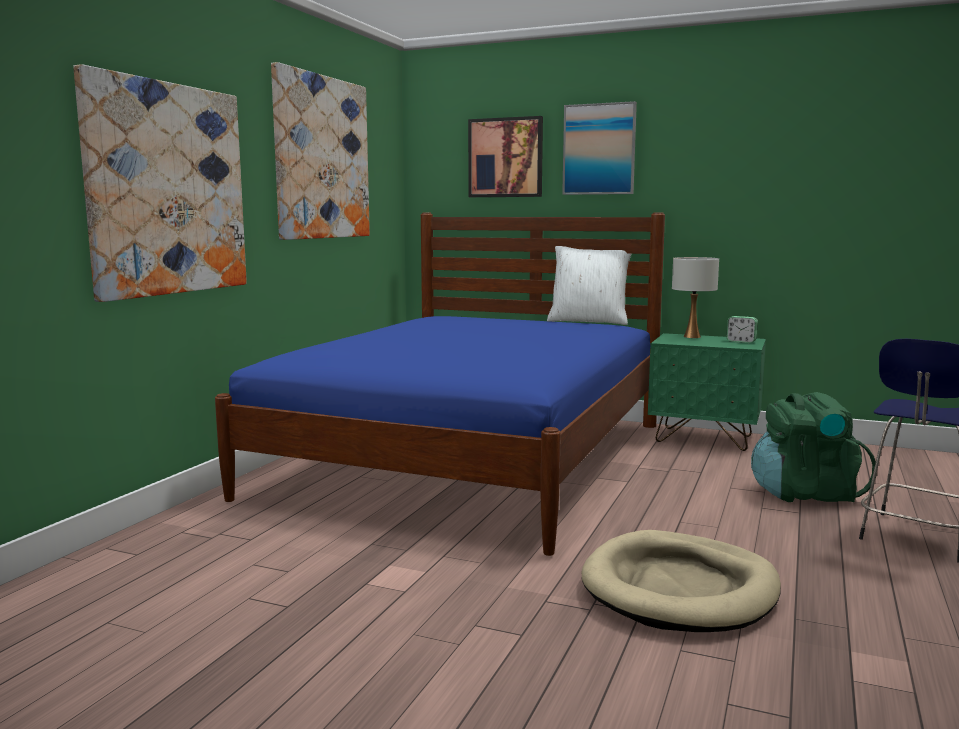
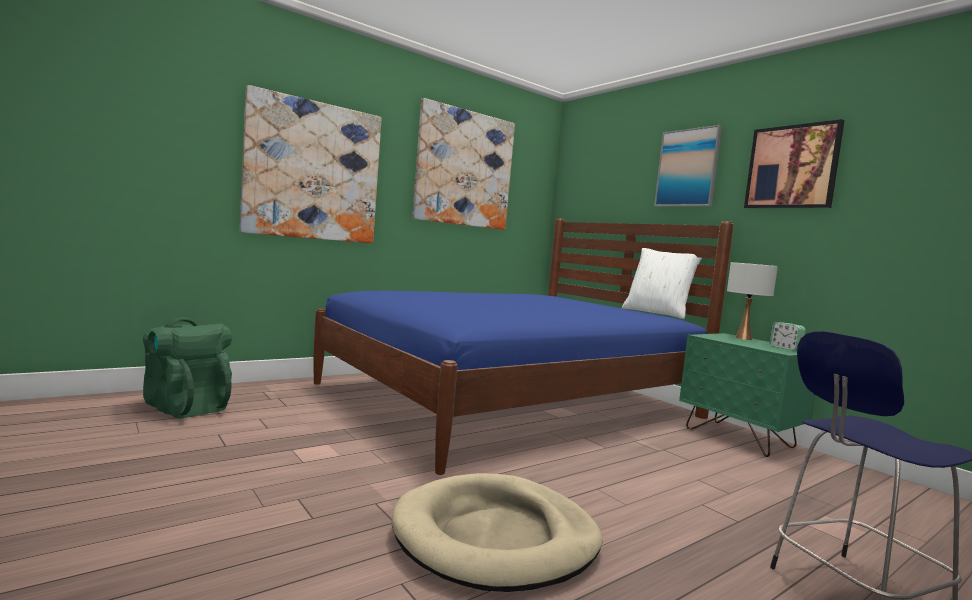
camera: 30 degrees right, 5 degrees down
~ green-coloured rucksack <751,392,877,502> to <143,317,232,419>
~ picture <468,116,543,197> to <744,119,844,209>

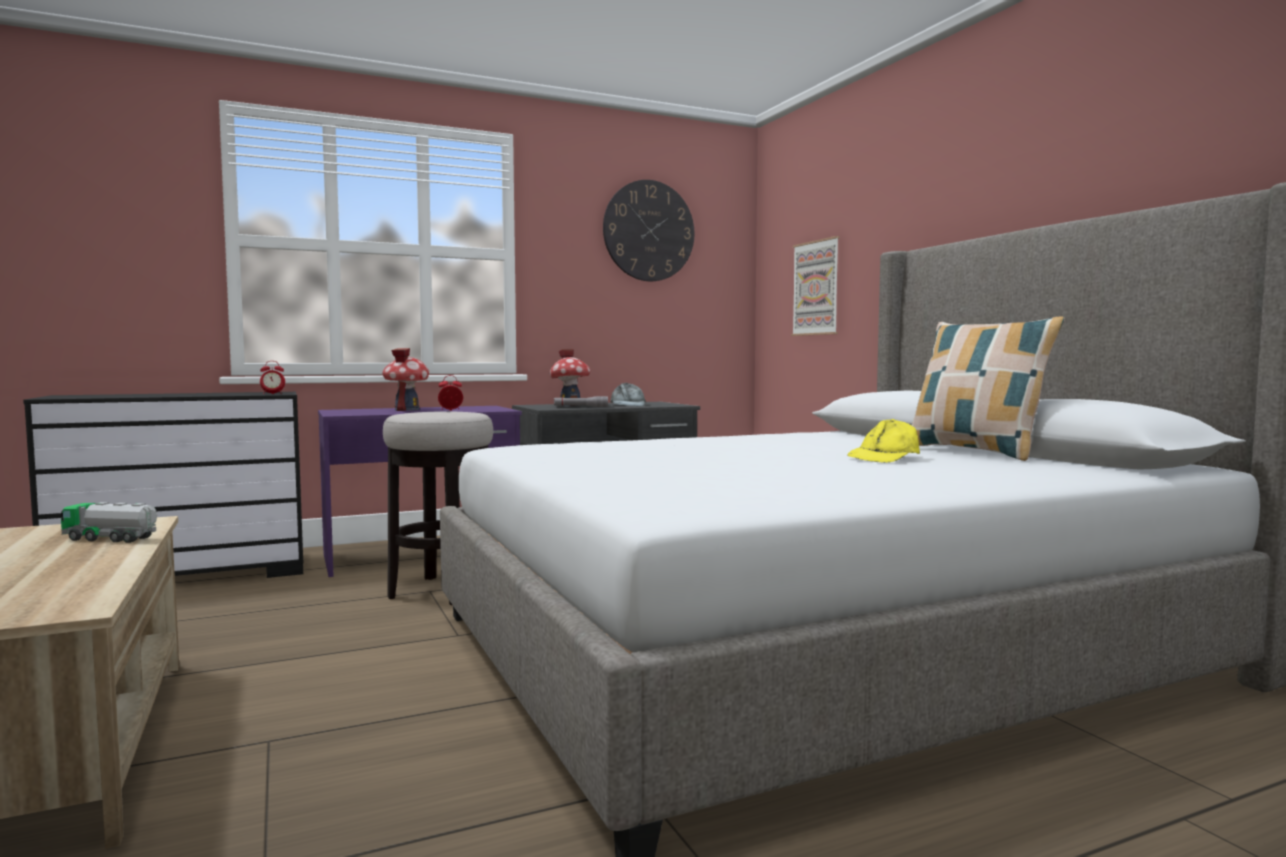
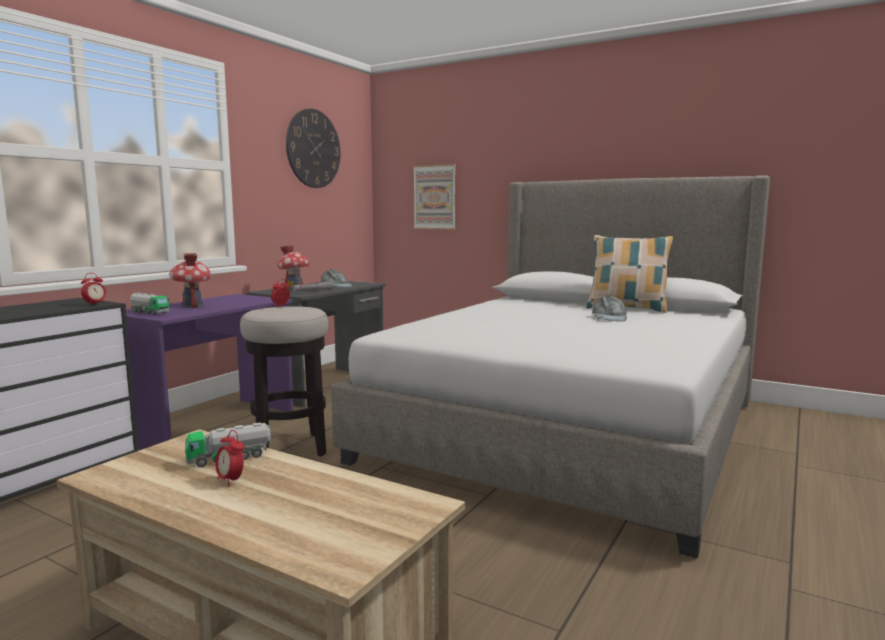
camera: 35 degrees left, 5 degrees up
+ model truck <130,292,169,315>
+ alarm clock <215,430,244,487>
~ yellow-coloured peaked cap <847,419,920,463> to greyish peaked cap <592,295,627,322>

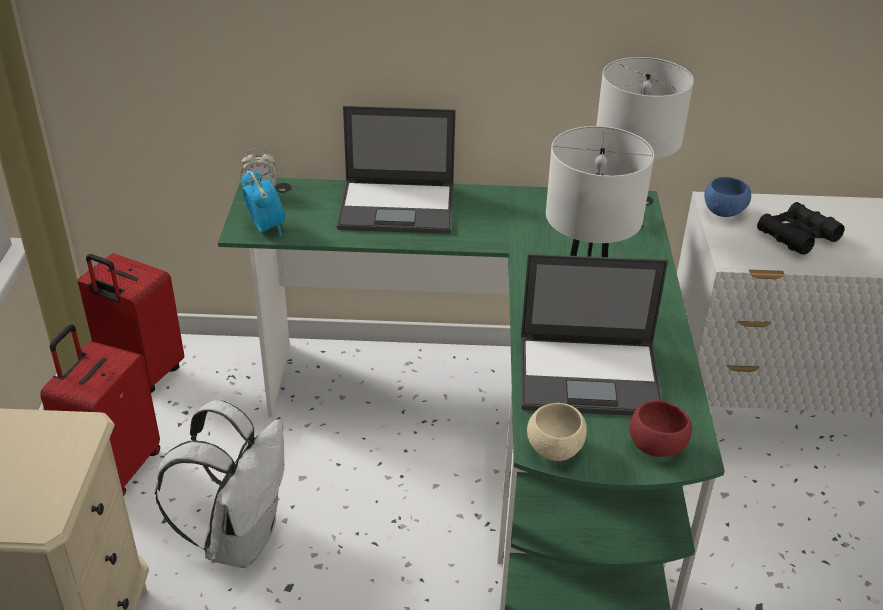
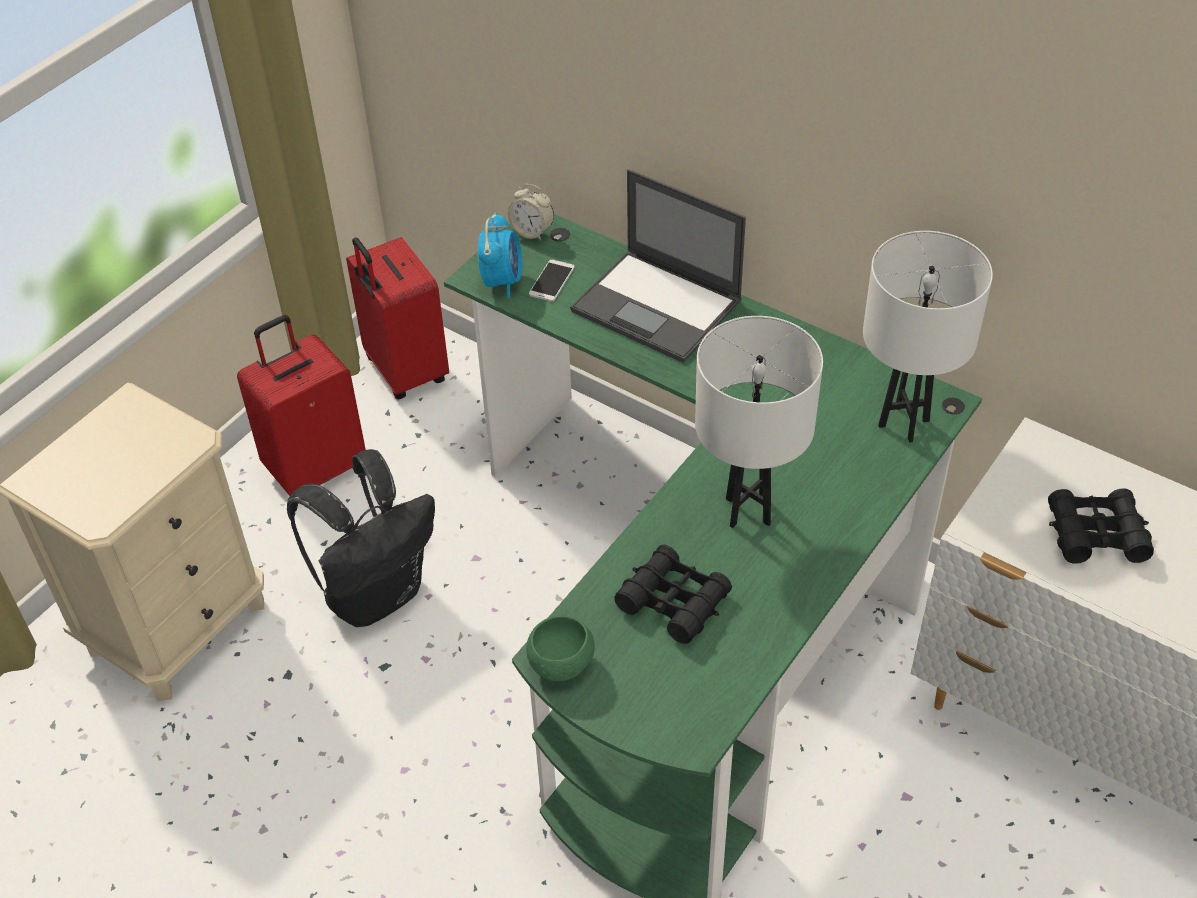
camera: 35 degrees right, 10 degrees up
~ whitish rucksack <155,400,285,568> to black-coloured rucksack <287,449,435,627>
~ sand-coloured bowl <527,403,587,461> to green-coloured bowl <526,615,595,681>
+ handset <529,259,575,302>
~ portable computer <521,254,668,416> to black-coloured field glasses <614,545,732,644>
- reddish bowl <629,400,692,457>
- blue bowl <704,177,751,217>

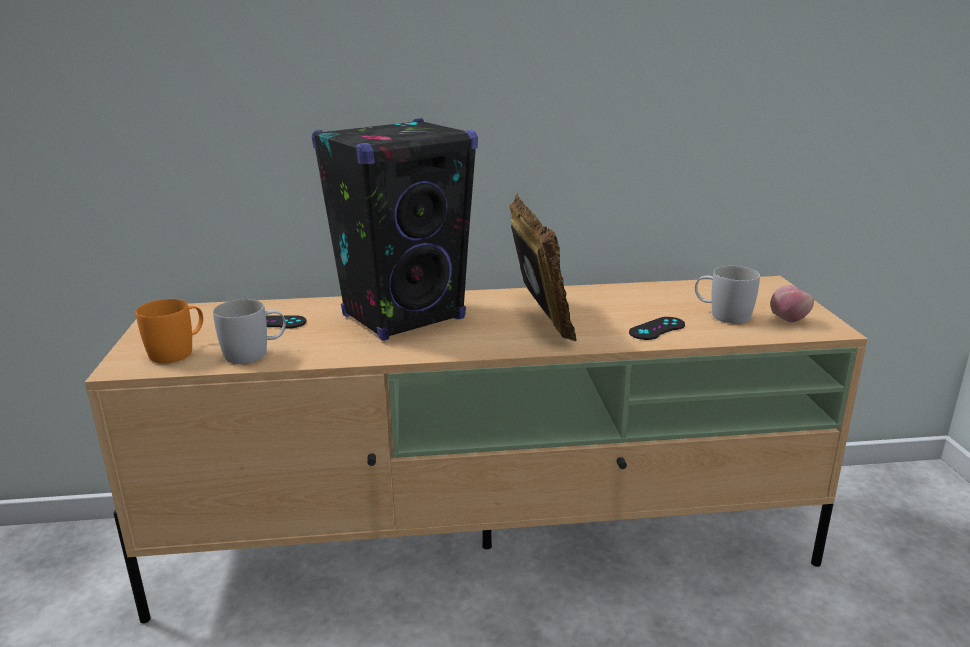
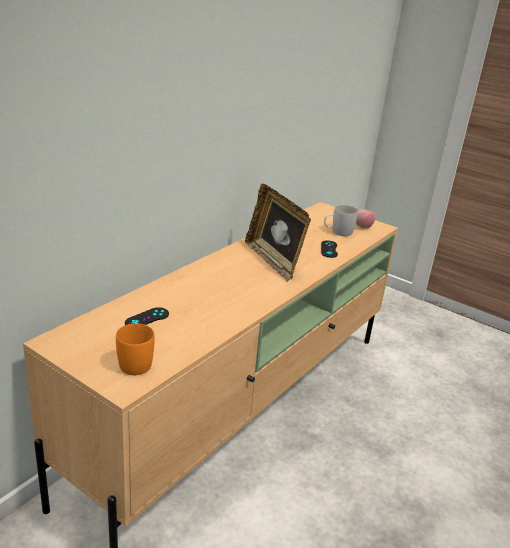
camera: 50 degrees left, 5 degrees up
~ photo frame <509,194,576,341> = <245,184,311,282> 150 degrees counterclockwise
- whitish mug <213,299,286,364>
- black-coloured speaker <312,118,478,341>

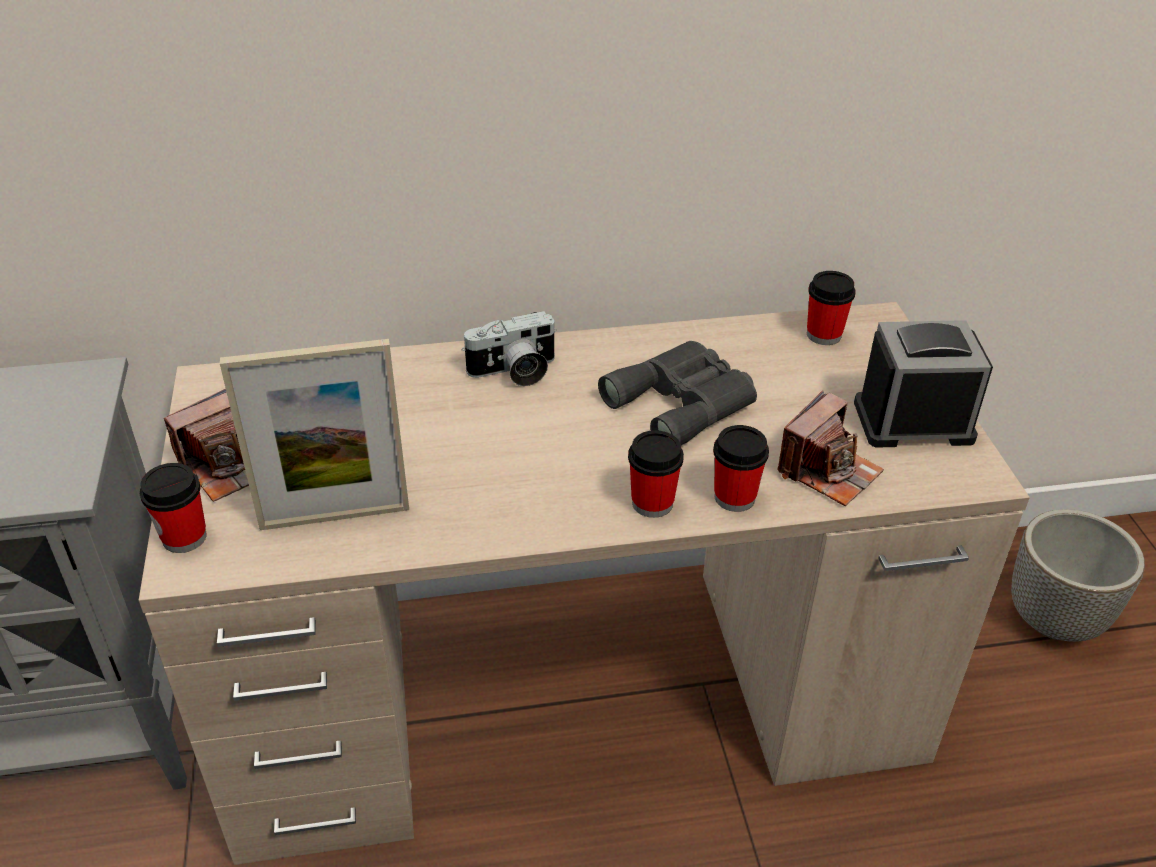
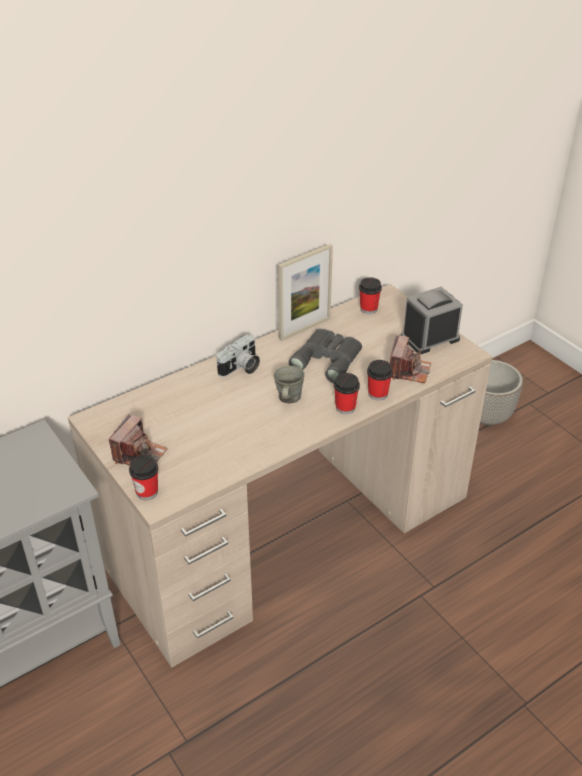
camera: 25 degrees left, 0 degrees up
+ greyish mug <274,366,305,404>
~ photo frame <220,339,409,530> to <278,244,333,341>

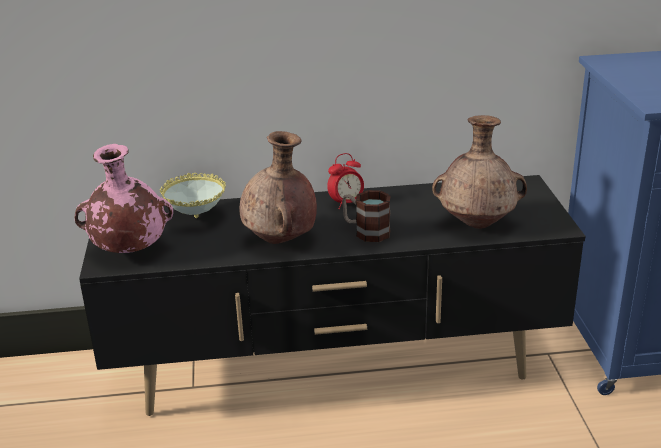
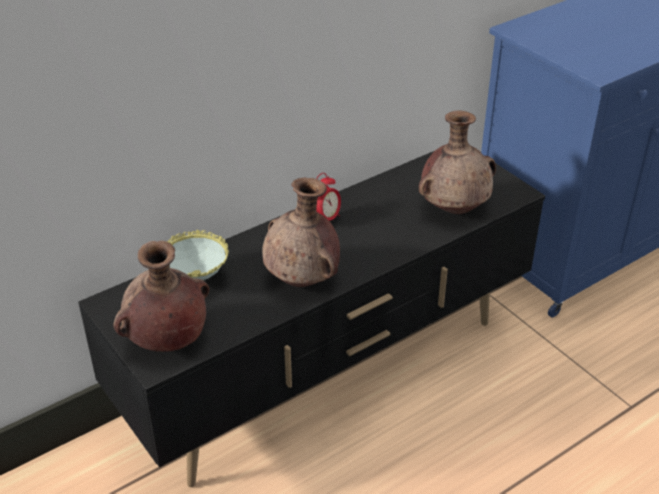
camera: 30 degrees left, 10 degrees up
~ pink-coloured decorative vase <74,144,173,253> to brown-coloured decorative vase <113,241,209,352>
- mug <342,190,391,242>

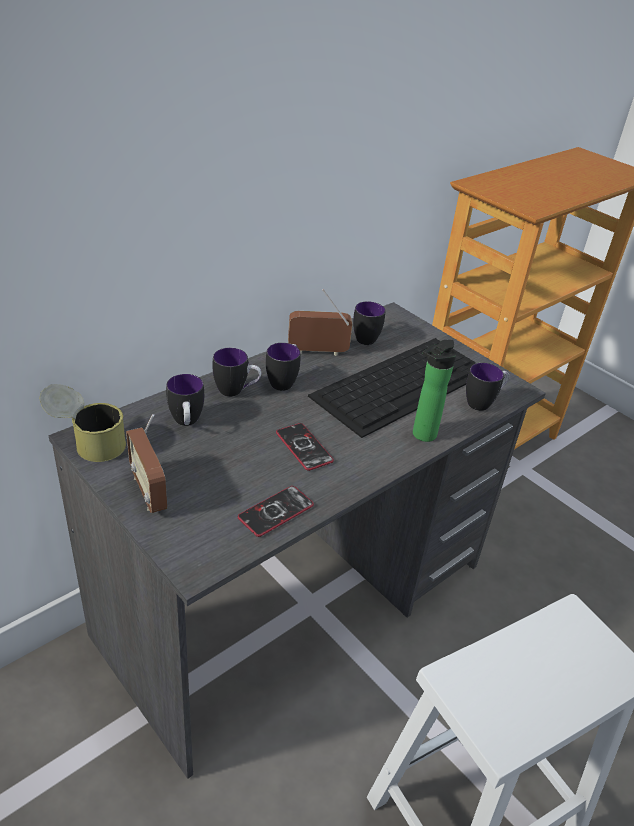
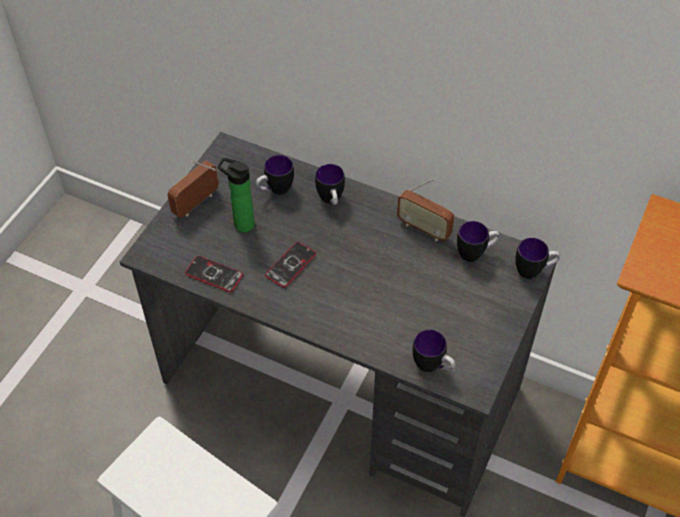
camera: 70 degrees right, 15 degrees up
~ bottle <413,340,456,442> to <218,157,255,232>
~ radio set <288,289,353,356> = <397,178,455,241> 150 degrees clockwise
~ mug <266,343,301,391> to <515,238,560,279>
- metal can <39,384,126,462>
- keyboard <308,338,476,438>

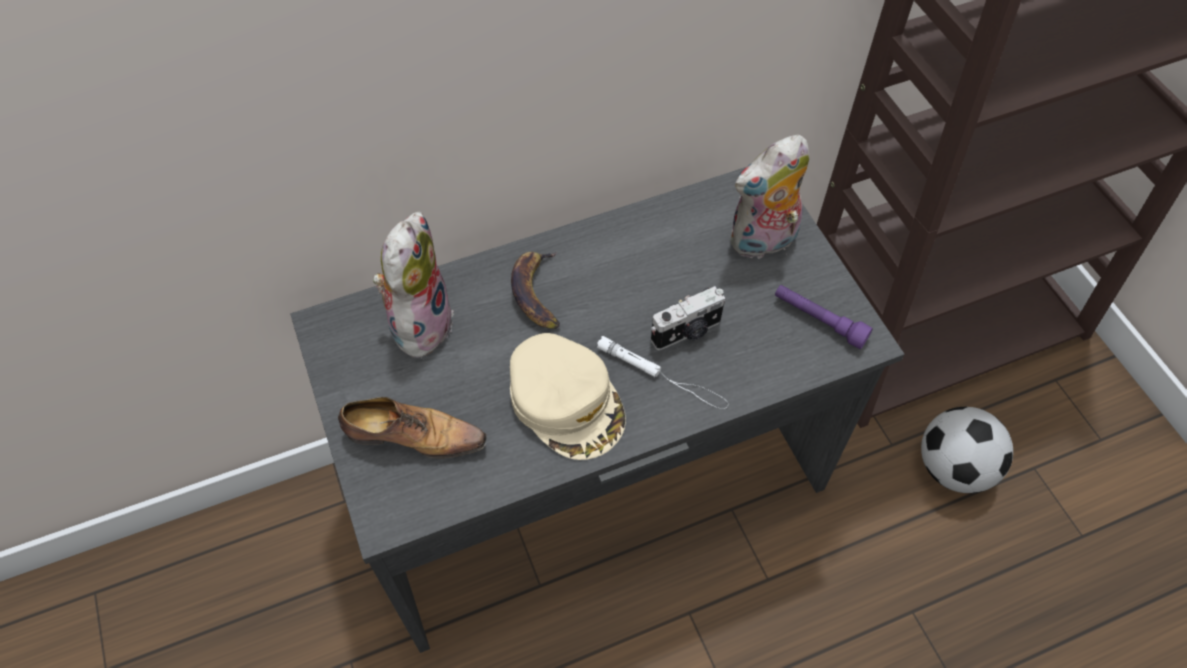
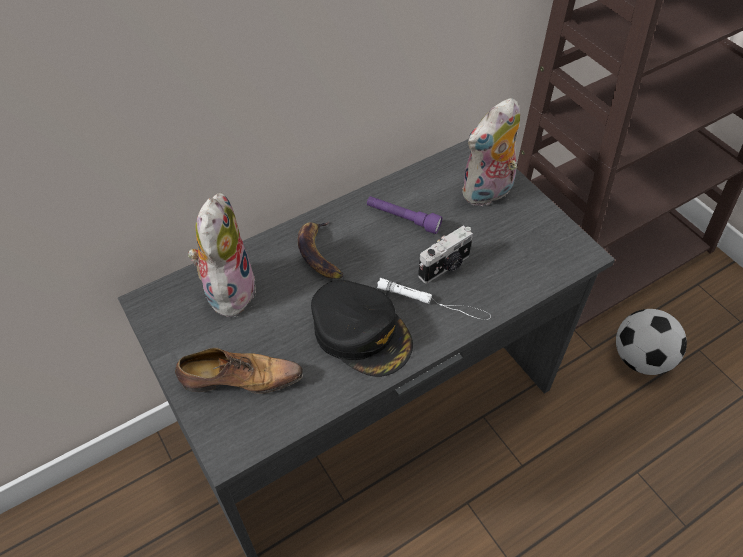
camera: 10 degrees left, 5 degrees down
~ sand-coloured peaked cap <510,333,626,460> to black-coloured peaked cap <311,280,413,377>
~ purple-coloured hand torch <775,285,873,349> to <367,196,442,234>

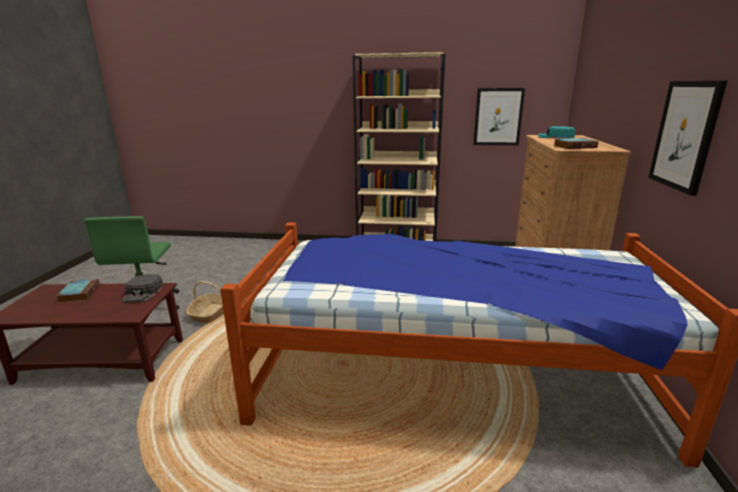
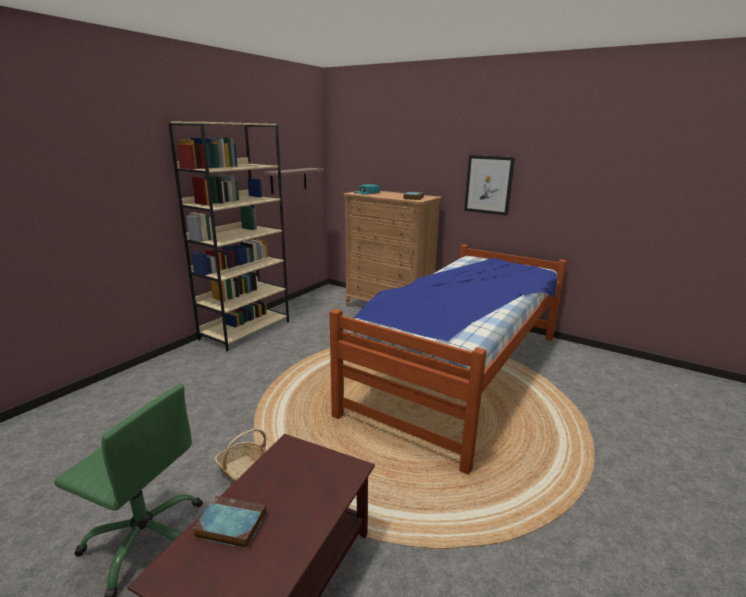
camera: 65 degrees left, 0 degrees up
~ picture <473,88,525,145> to wall shelf <264,168,324,194>
- black-coloured peaked cap <122,274,163,303>

